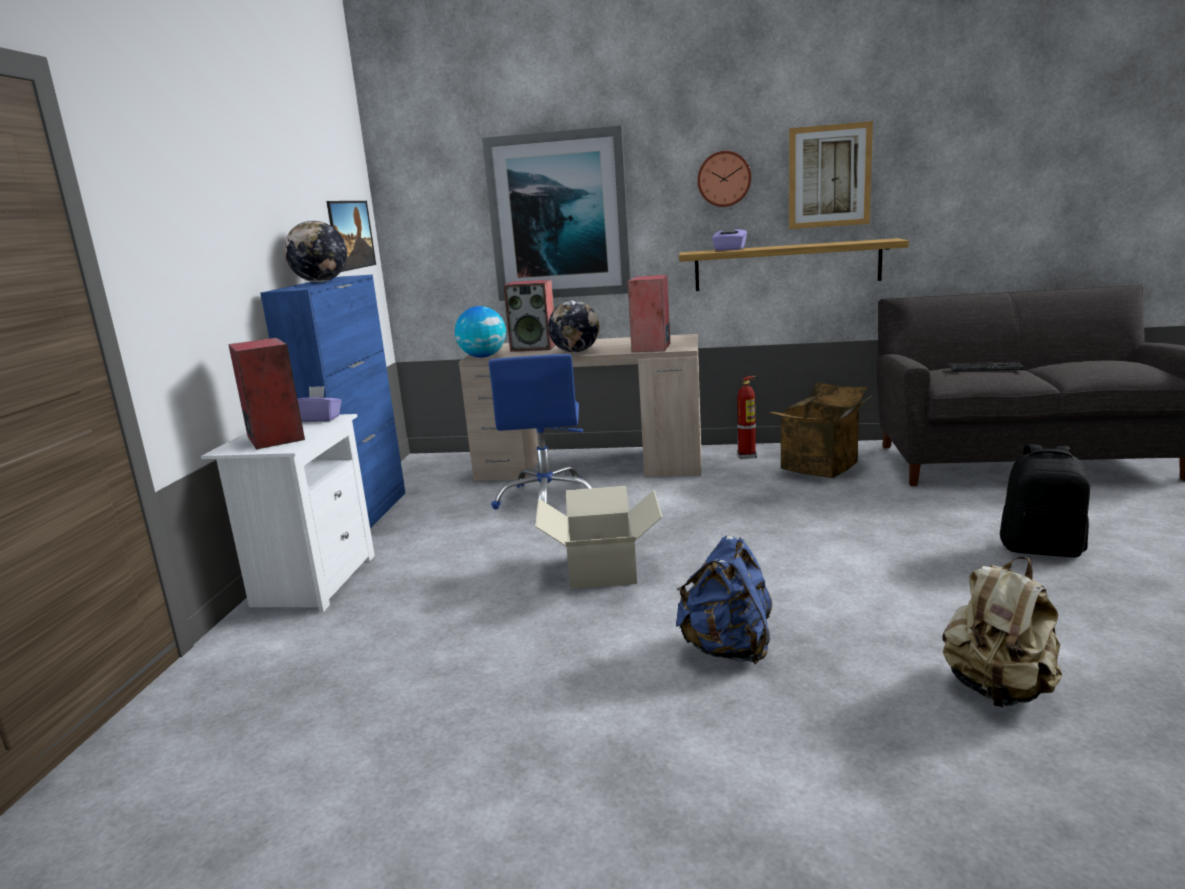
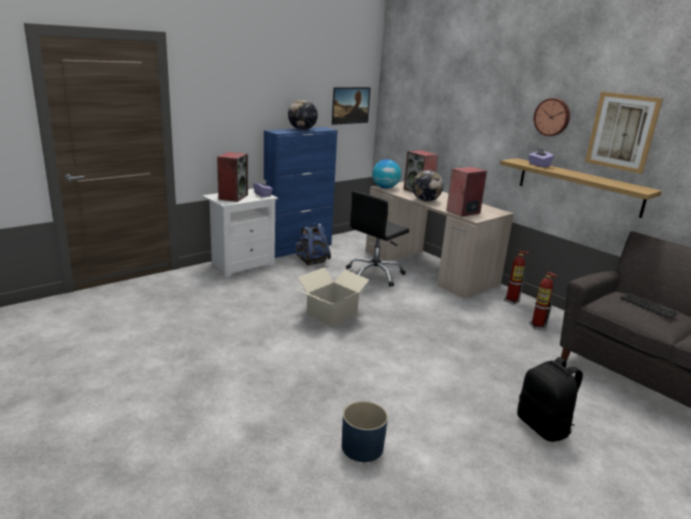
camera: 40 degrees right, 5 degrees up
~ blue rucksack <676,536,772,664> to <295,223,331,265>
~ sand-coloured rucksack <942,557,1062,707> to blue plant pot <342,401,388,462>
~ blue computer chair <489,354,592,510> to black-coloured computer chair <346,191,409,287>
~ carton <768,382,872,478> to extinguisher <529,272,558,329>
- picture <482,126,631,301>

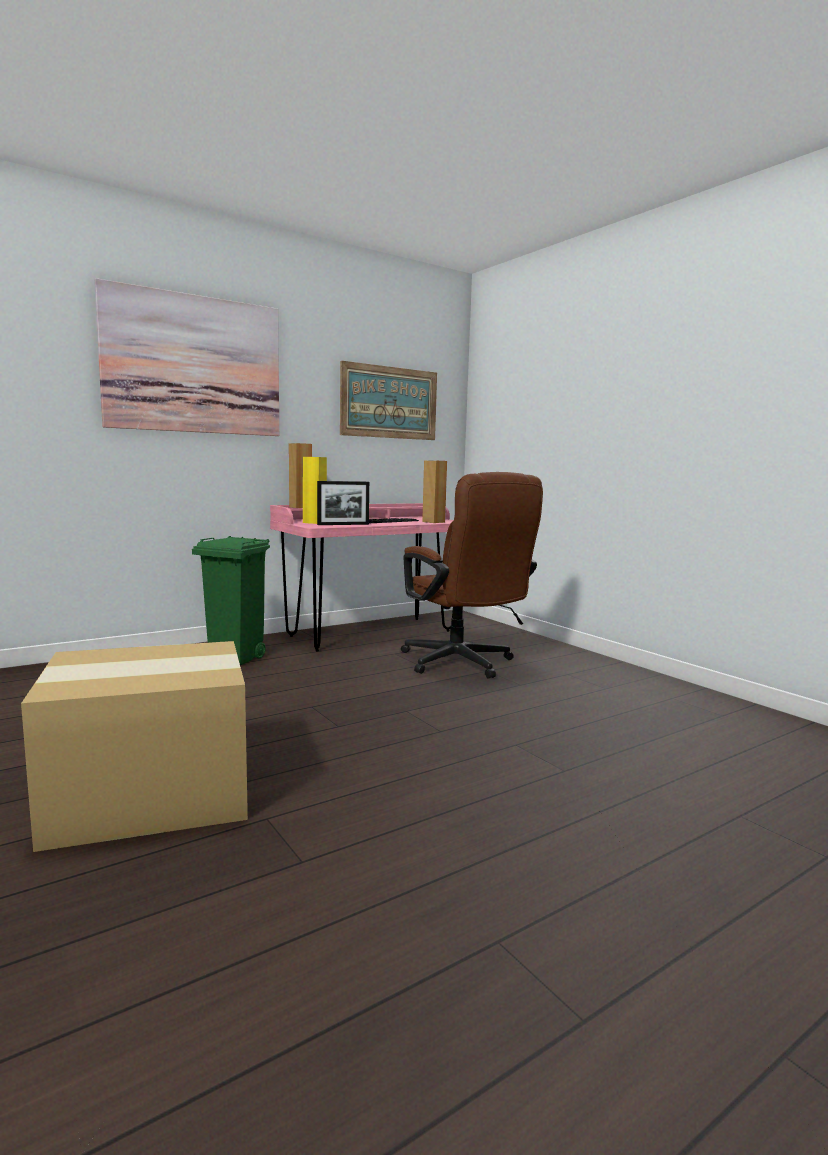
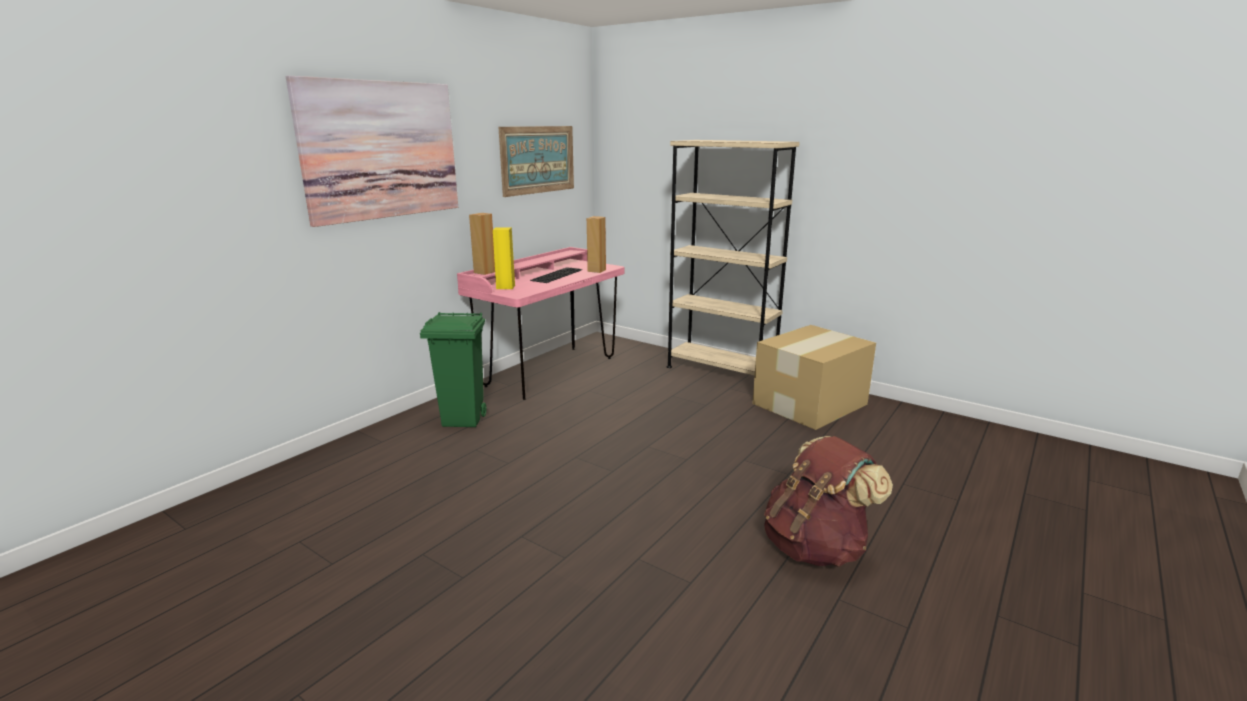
camera: 20 degrees left, 10 degrees up
+ sand-coloured bookshelf <667,140,800,376>
~ carton <21,641,248,852> to <752,325,876,430>
+ brown-coloured rucksack <764,436,893,567>
- photo frame <317,481,369,525>
- brown-coloured computer chair <401,472,543,679>

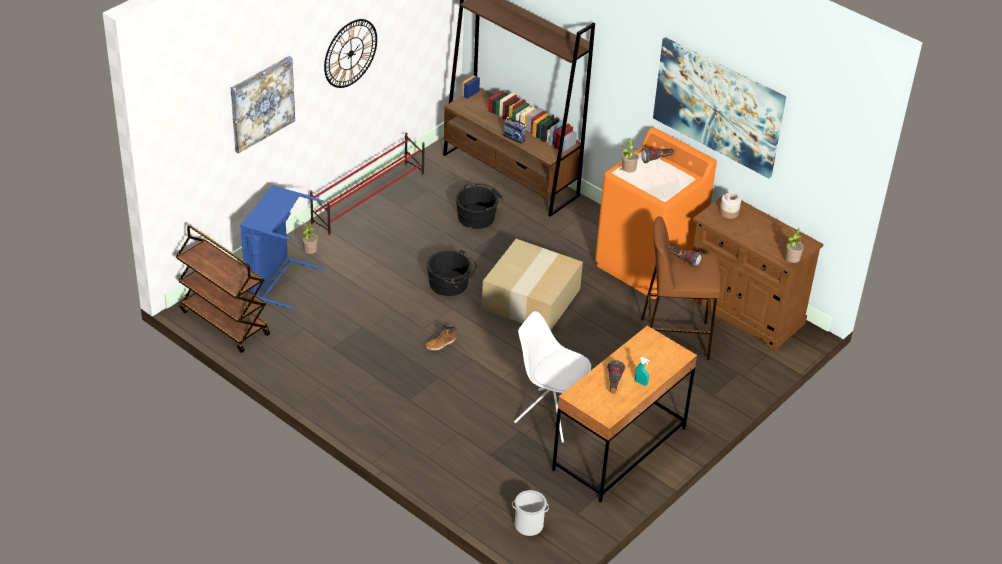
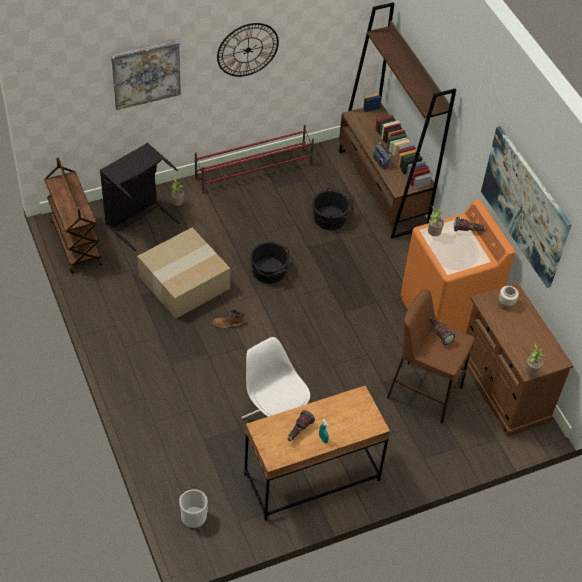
camera: 25 degrees right, 10 degrees up
~ blue hamper <240,185,326,310> to black-coloured hamper <100,143,180,251>
~ carton <482,239,583,330> to <137,227,230,319>

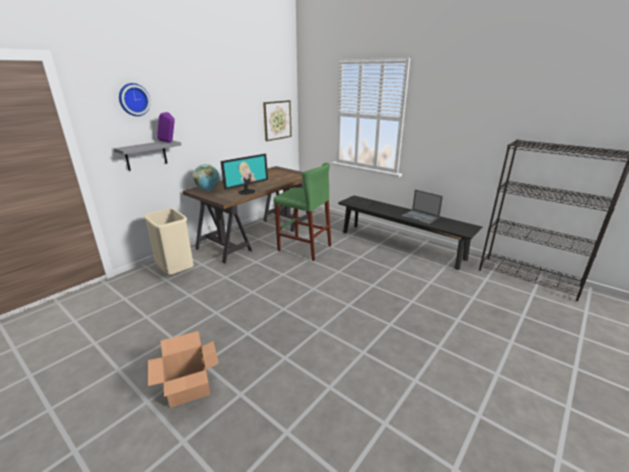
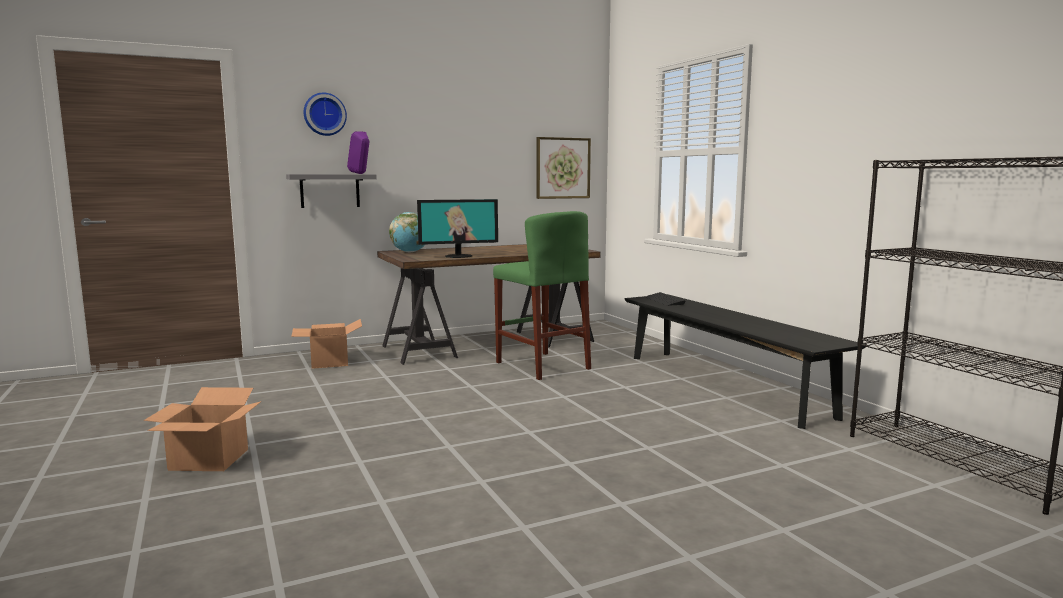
camera: 25 degrees right, 15 degrees down
~ sand-coloured trash can <144,208,194,275> to carton <291,319,362,369>
- portable computer <401,190,443,224>

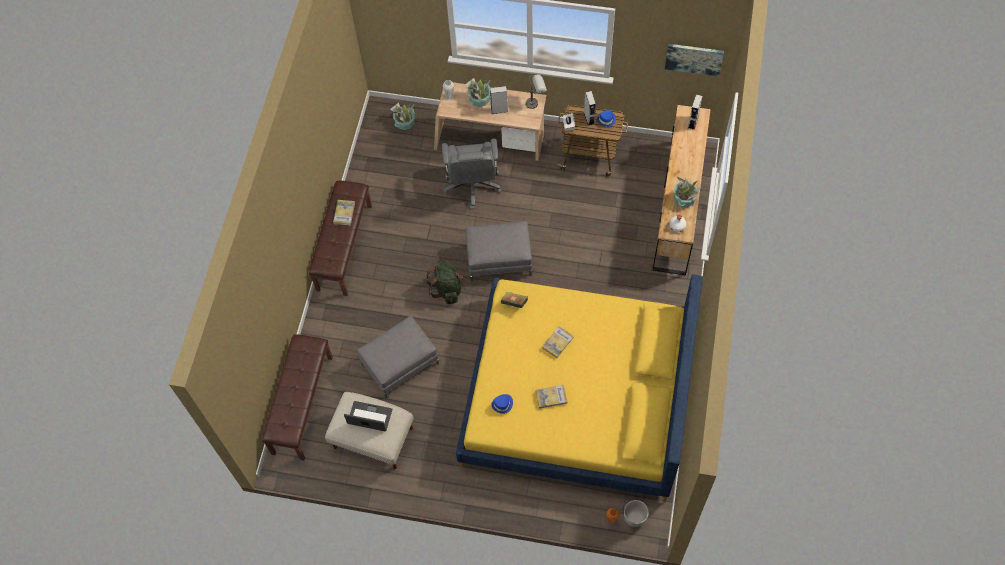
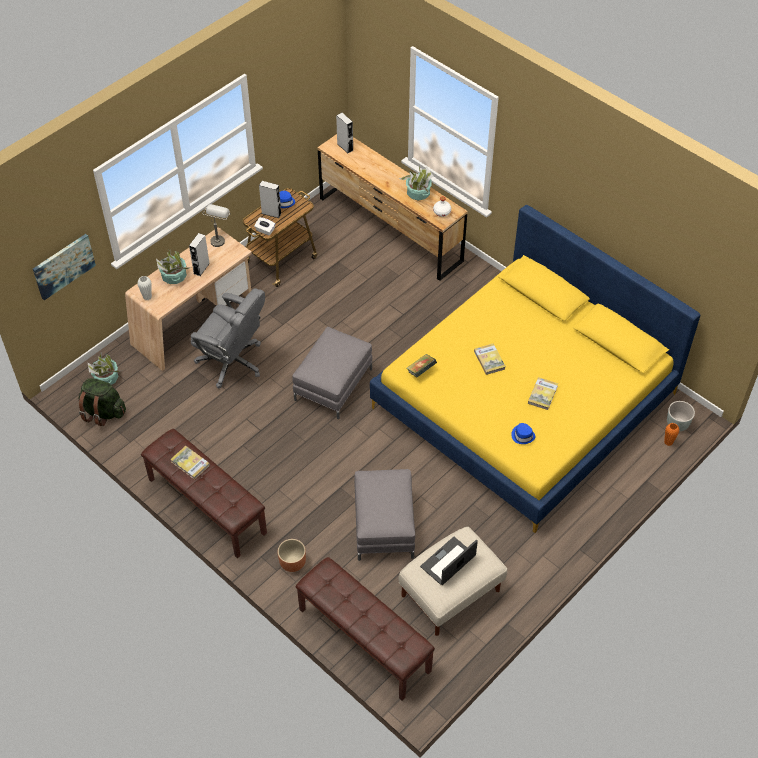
camera: 60 degrees left, 10 degrees down
~ picture <665,44,724,76> to <33,234,96,300>
~ green-coloured rucksack <426,261,463,304> to <78,378,126,426>
+ brown-coloured plant pot <278,539,306,572>

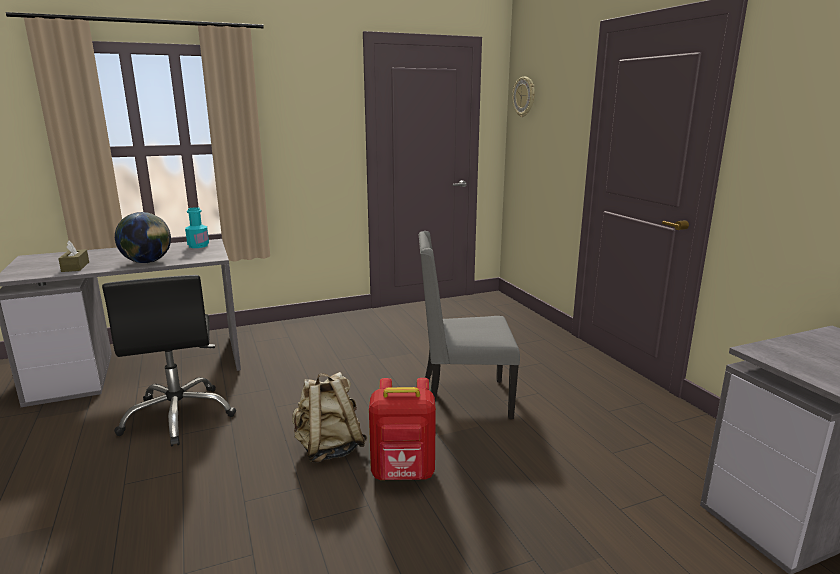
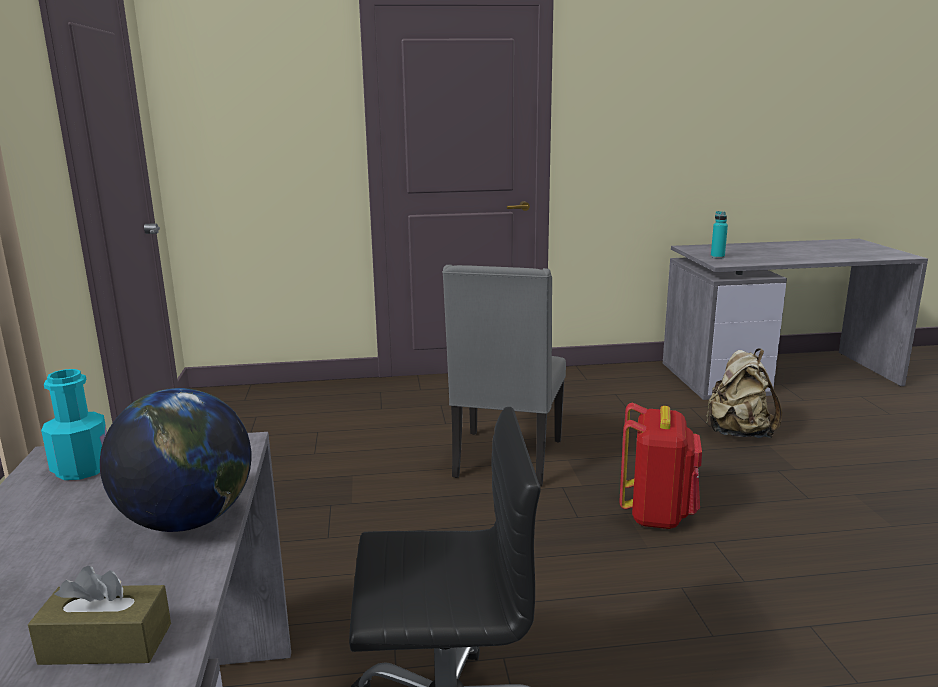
camera: 75 degrees left, 0 degrees up
~ sand-coloured rucksack <292,372,368,463> to <706,348,782,438>
+ turquoise-coloured bottle <711,211,728,259>
- clock on the wall <512,77,535,117>

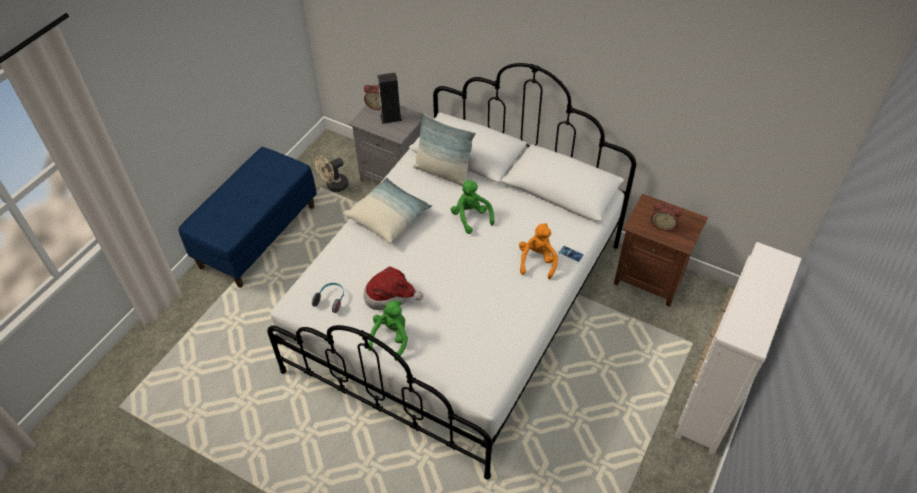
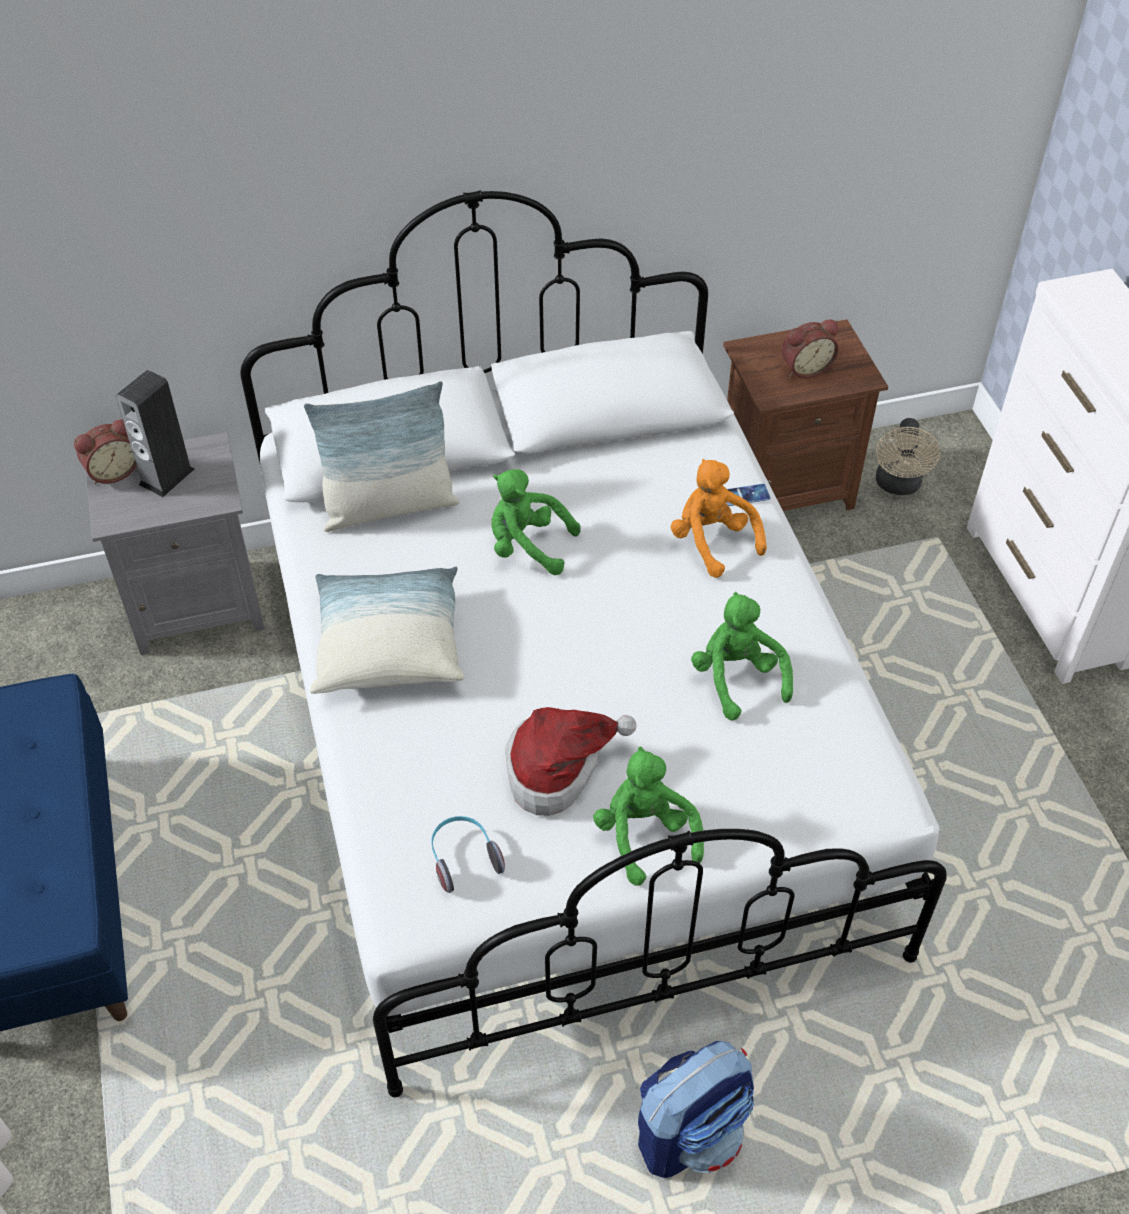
camera: 45 degrees left, 0 degrees up
+ rucksack <638,1041,754,1178>
+ green-coloured plush toy <691,592,793,721>
~ sand-coloured electric fan <315,155,348,192> to <876,418,940,495>

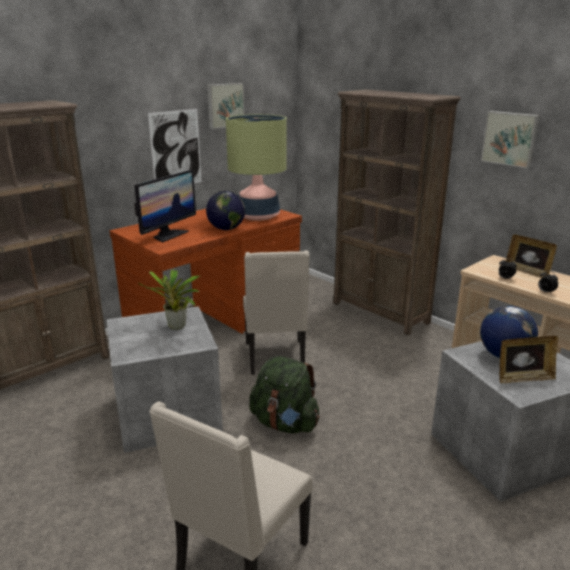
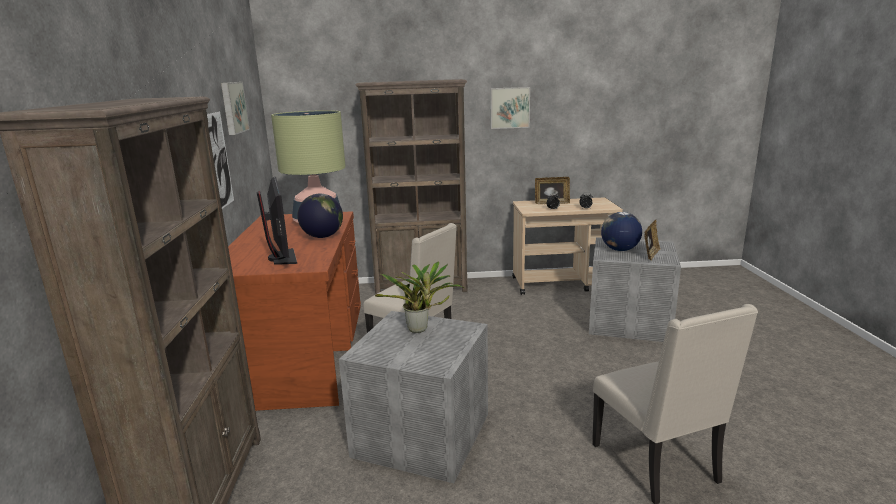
camera: 50 degrees left, 5 degrees down
- green-coloured rucksack <249,356,319,433>

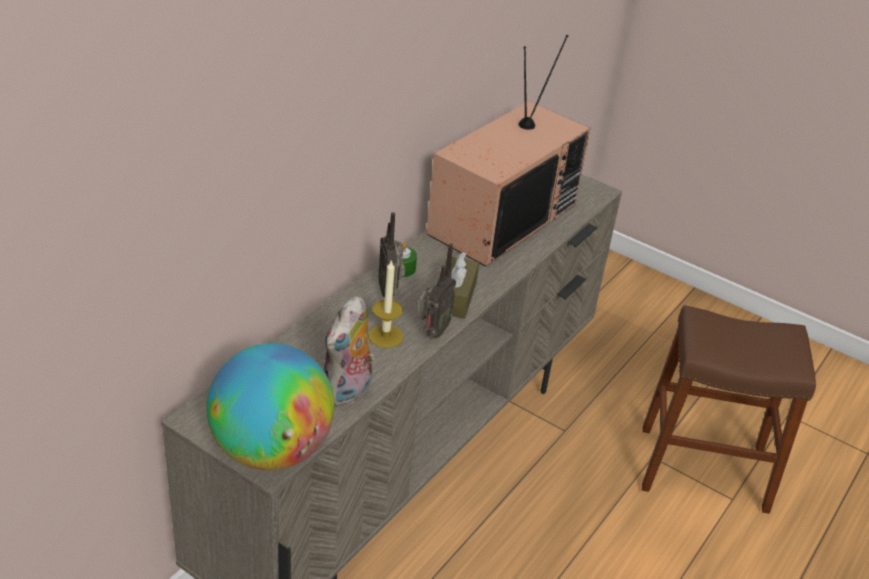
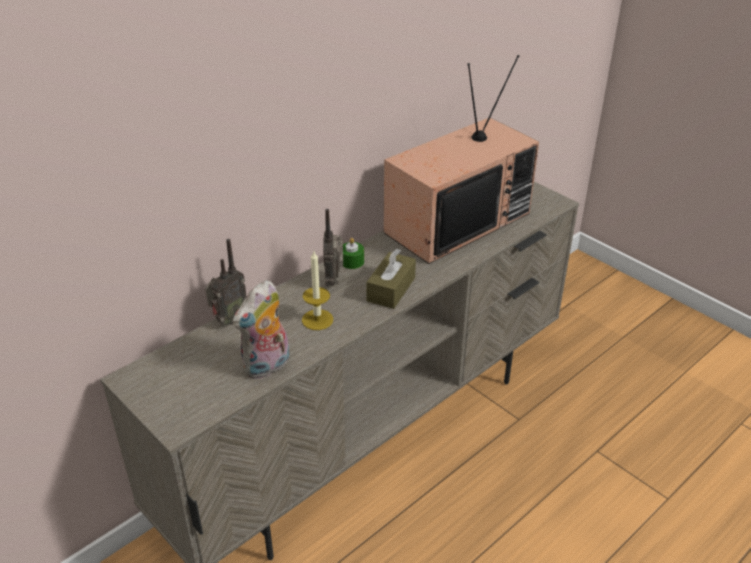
camera: 15 degrees right, 0 degrees up
~ radio set <418,243,456,338> to <206,239,246,325>
- globe <206,343,334,470>
- brown-coloured stool seat <642,305,816,514>

